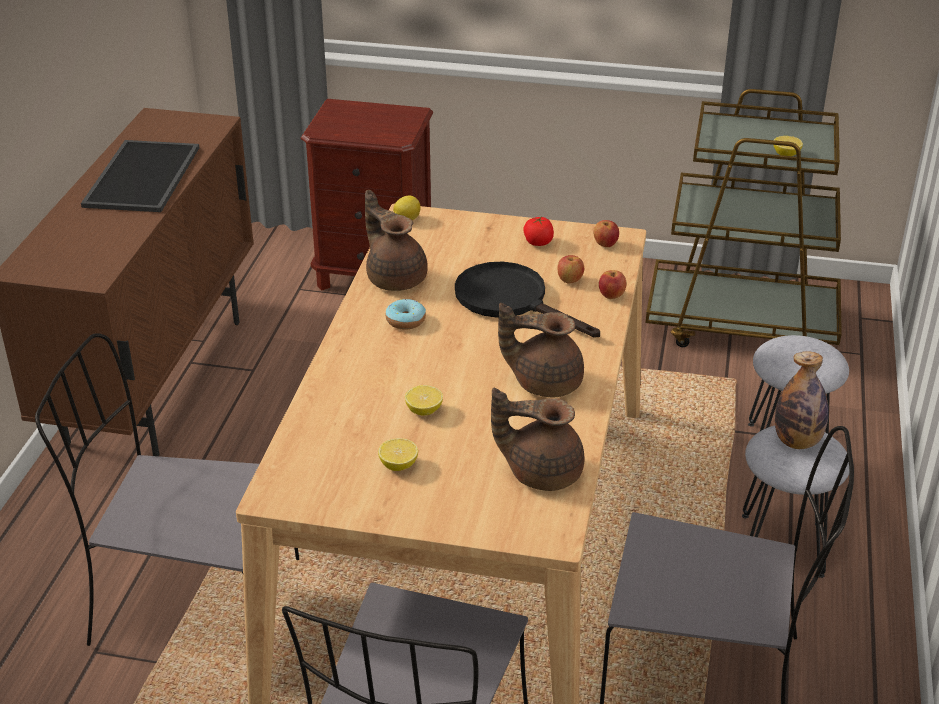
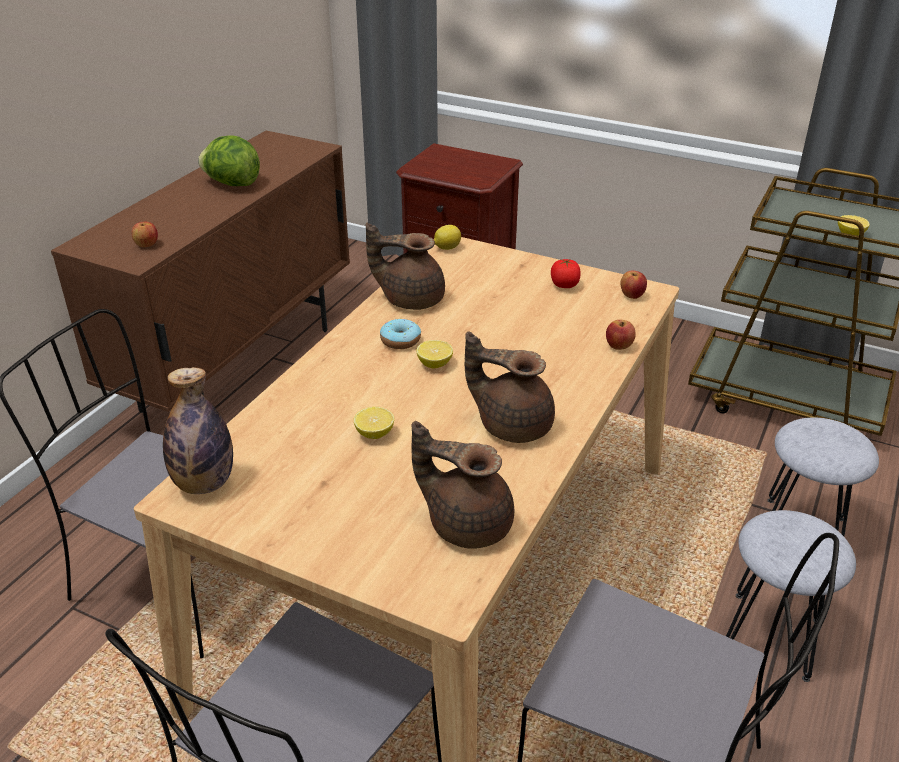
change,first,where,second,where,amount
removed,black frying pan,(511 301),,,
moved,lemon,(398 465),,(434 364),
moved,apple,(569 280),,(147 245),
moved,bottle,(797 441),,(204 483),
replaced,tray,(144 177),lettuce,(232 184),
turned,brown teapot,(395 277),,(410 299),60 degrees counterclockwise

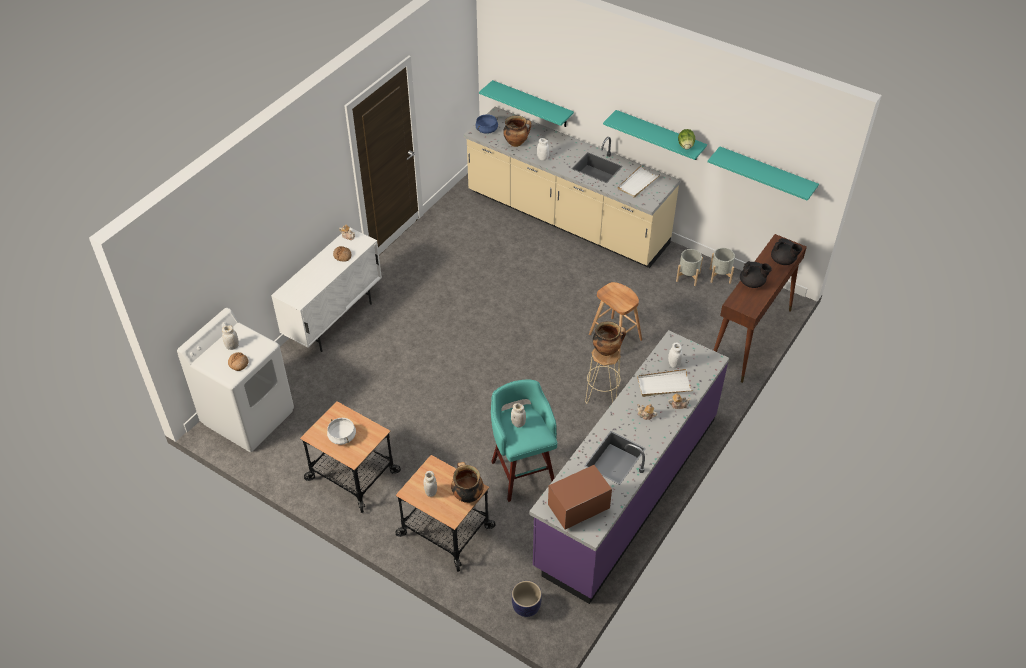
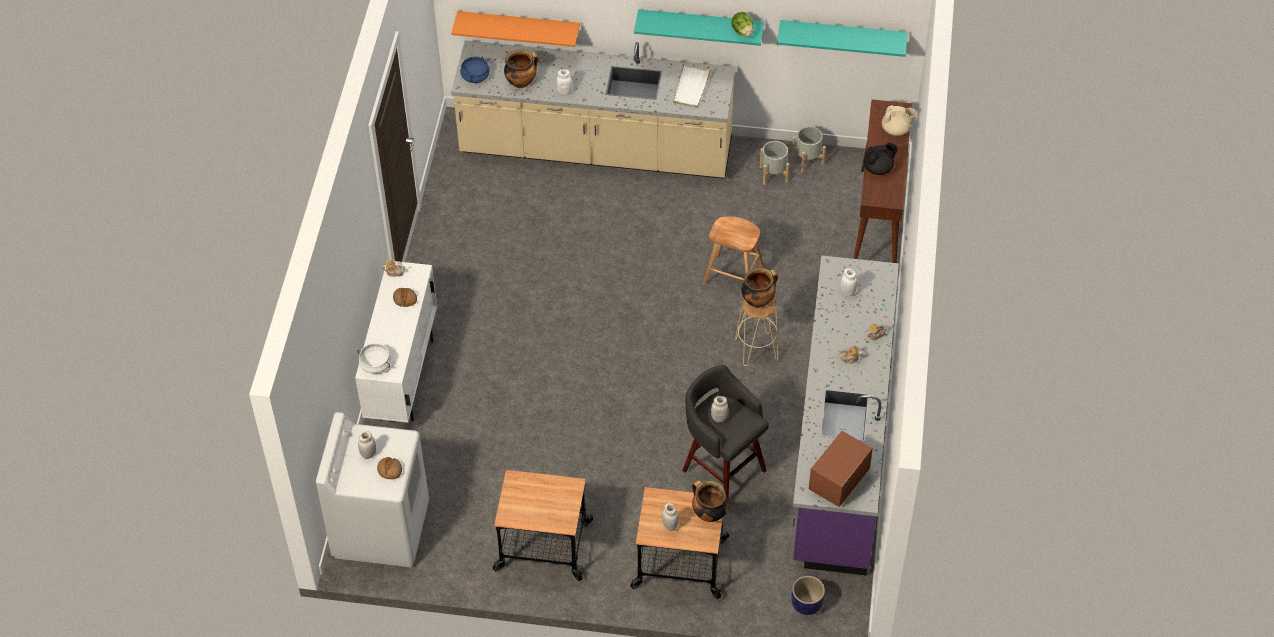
change,first,where,second,where,amount
removed,white tray,(663 385),,,
moved,white cooking pot,(342 436),,(375 364),
recoloured,turquoise shelf,(532 104),orange shelf,(519 26),
recoloured,turquoise stool,(522 472),grey stool,(722 468),
recoloured,black teapot,(783 261),beige teapot,(896 130),

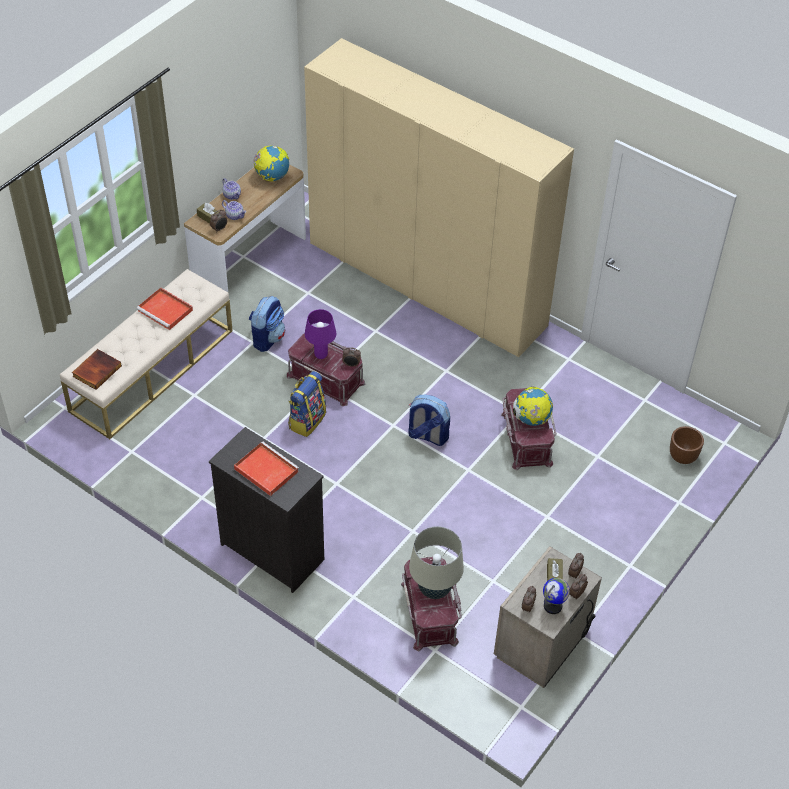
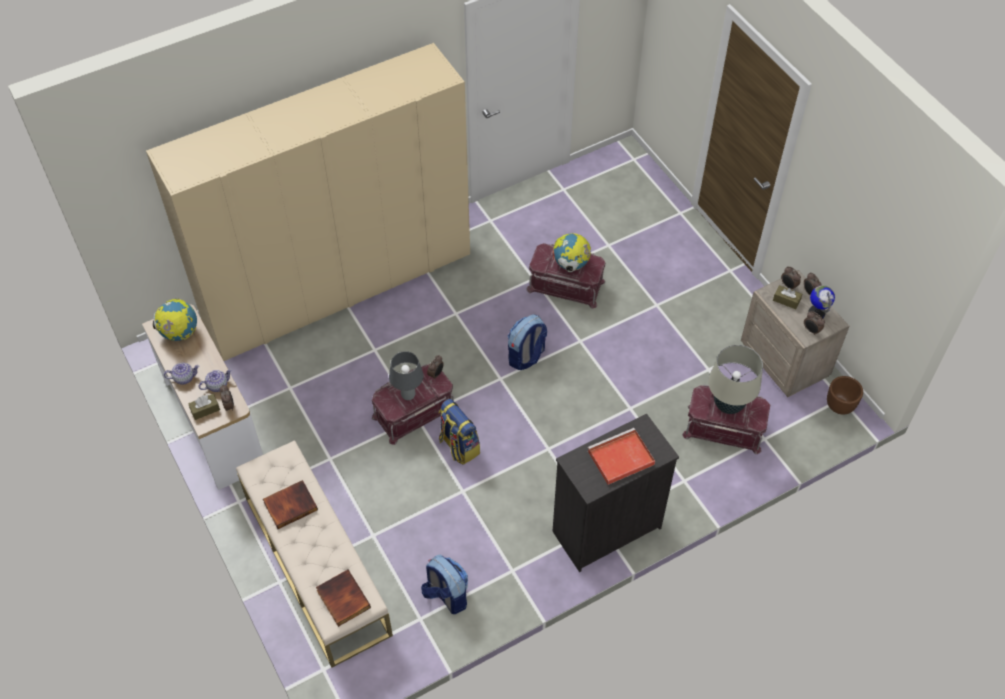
change,first,where,second,where,amount
moved,backpack,(267 338),,(446 595),
moved,brown planter,(683 457),,(840 406),
replaced,red tray,(166 310),book,(290 505),
recoloured,purple table lamp,(321 355),grey table lamp,(408 395),

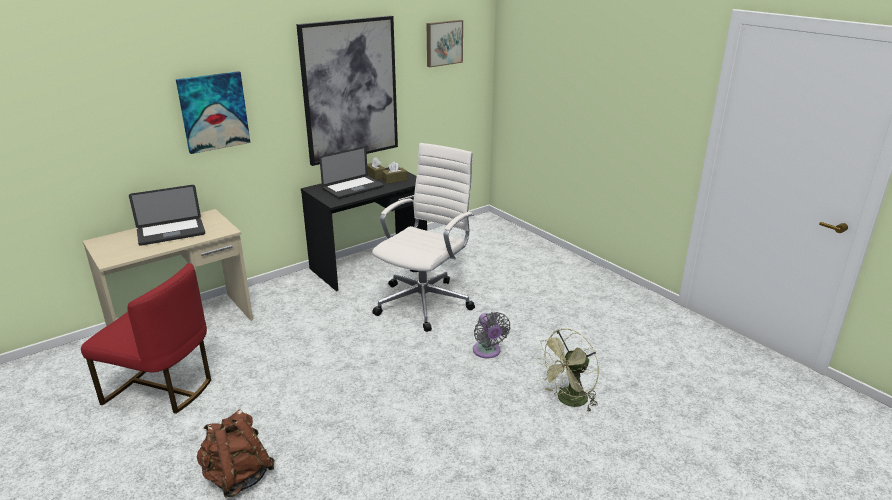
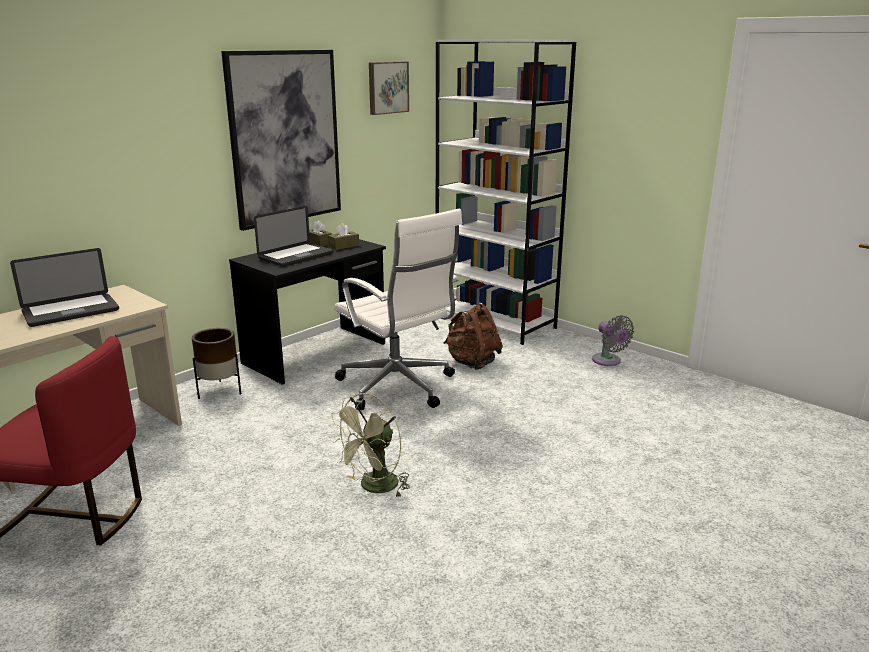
change,first,where,second,where,amount
removed,picture,(213 112),,,
added,,,brown planter,(220 391),
added,,,white bookcase,(495 322),
moved,brown backpack,(238 477),,(472 363),
moved,grey fan,(487 352),,(608 361),
moved,green fan,(568 401),,(374 488),
turned,white office chair,(425 302),,(398 387),120 degrees clockwise

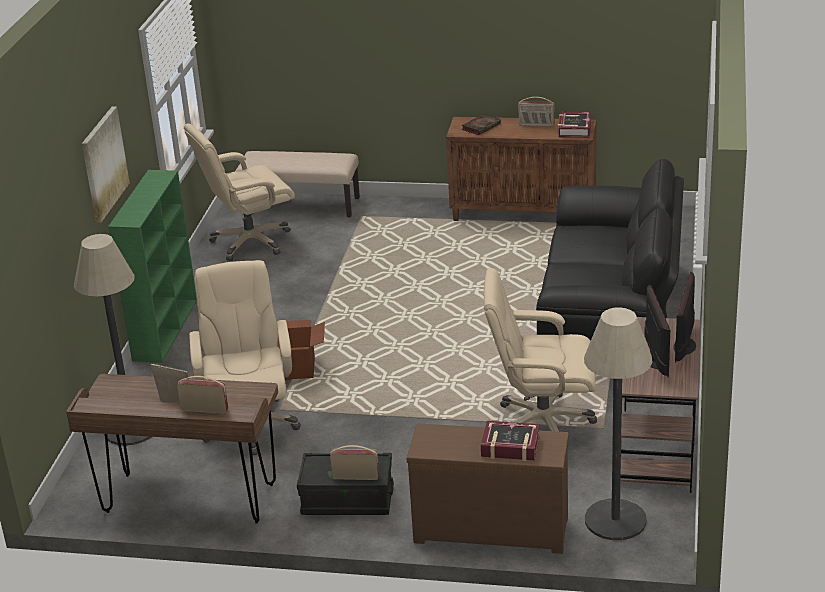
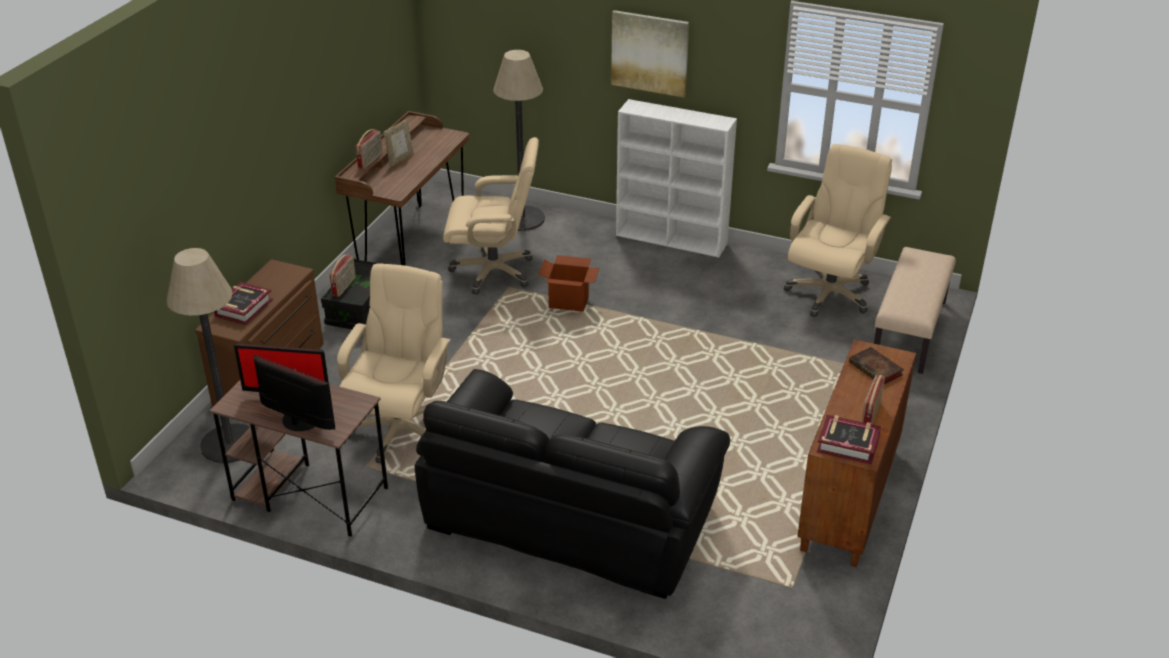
change,first,where,second,where,amount
recoloured,green bookcase,(165 329),white bookcase,(672 239),
turned,beige office chair,(250 242),,(829 293),45 degrees clockwise

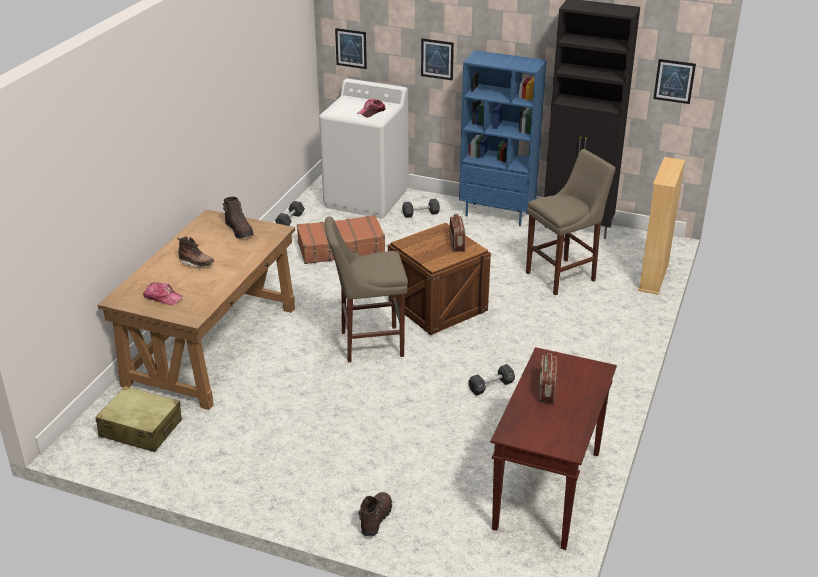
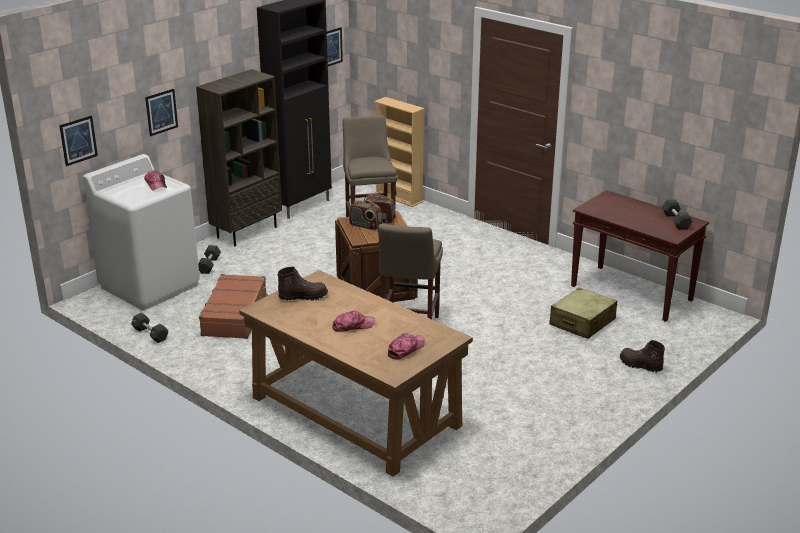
change,first,where,second,where,amount
moved,beige suitcase,(141 429),,(582 322),
moved,black dumbbell,(491 386),,(676 221),
moved,radio,(546 390),,(365 226),
replaced,brown boot,(196 264),cap,(353 326),
recoloured,blue bookcase,(497 214),brown bookcase,(247 232),

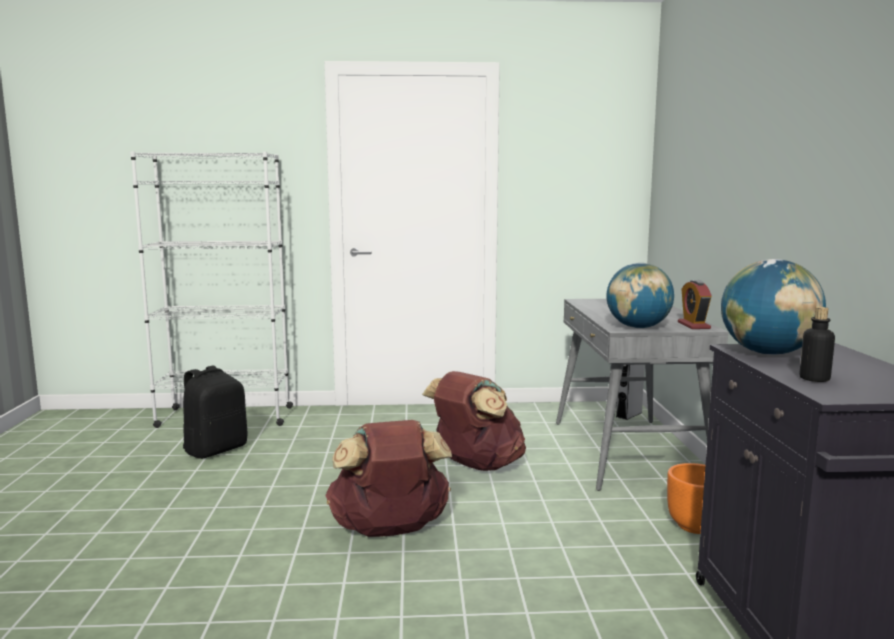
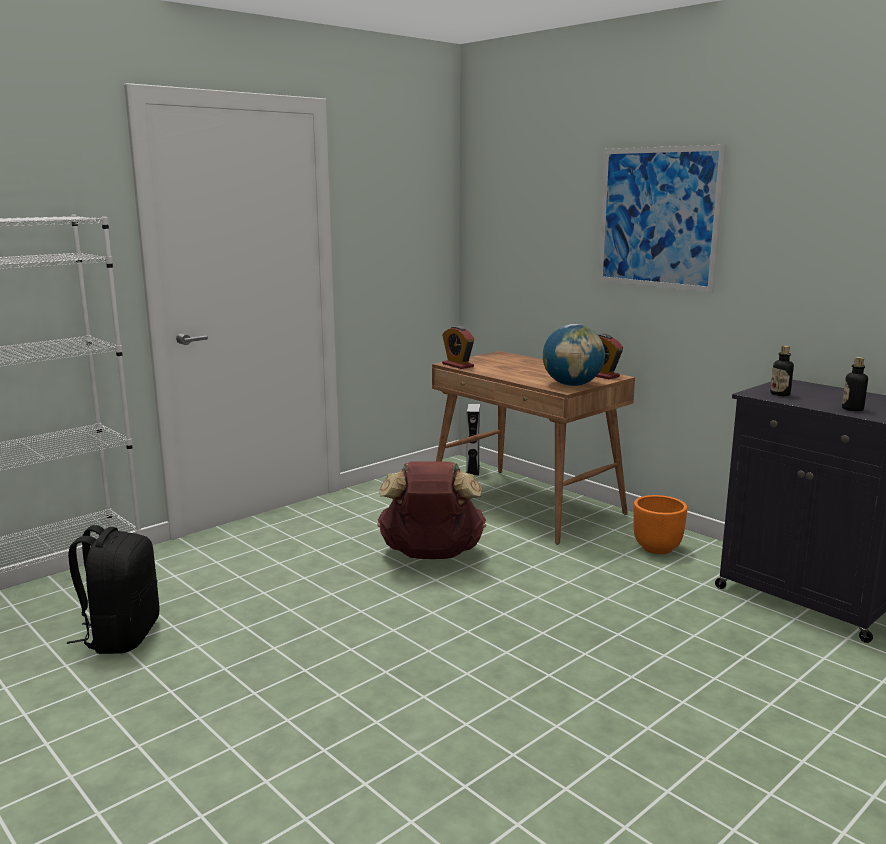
change,first,where,second,where,amount
removed,brown backpack,(390 531),,,
added,,,alarm clock,(458 365),
added,,,picture,(658 218),
replaced,globe,(768 353),bottle,(780 394),
recoloured,grey desk,(629 452),brown desk,(527 504),

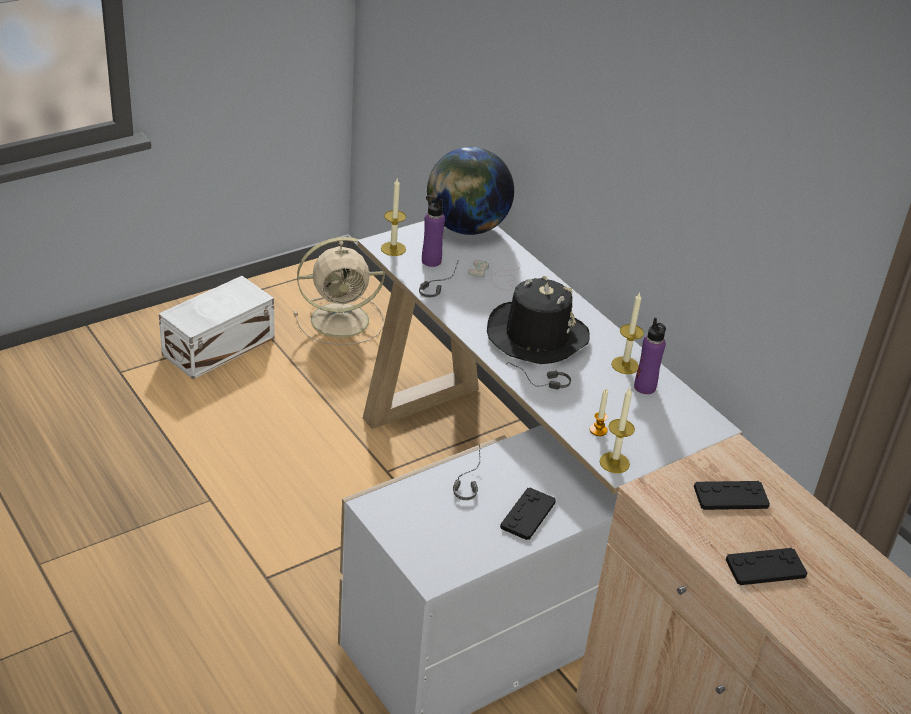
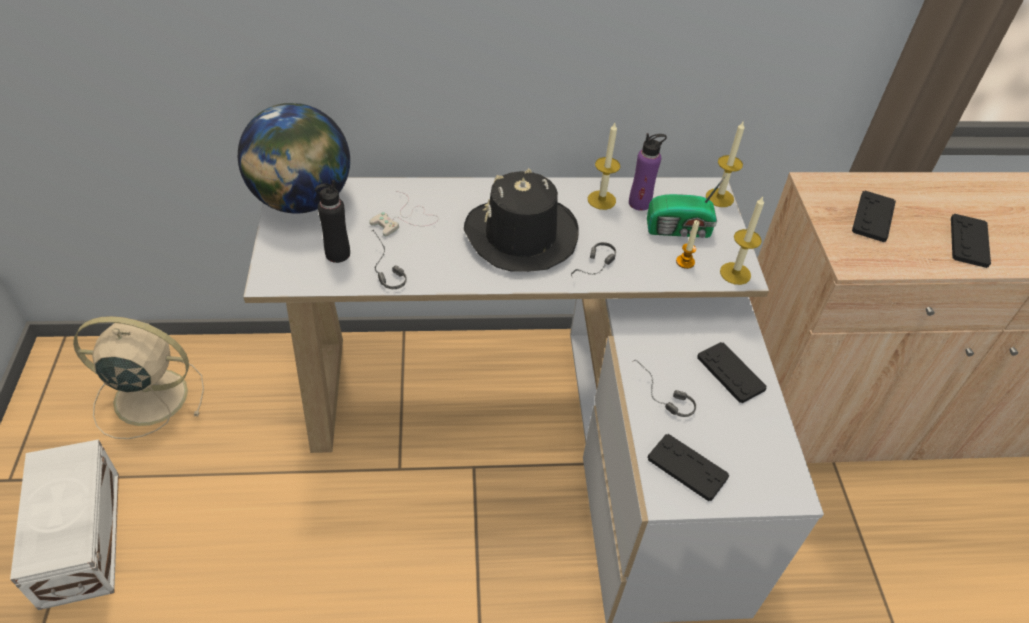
change,first,where,second,where,amount
added,,,radio,(680 230),
added,,,black game controller,(687 468),
moved,candle,(393 249),,(719 198),
recoloured,purple bottle,(431 261),black bottle,(337 254),
turned,beige fan,(342 320),,(147 396),105 degrees counterclockwise

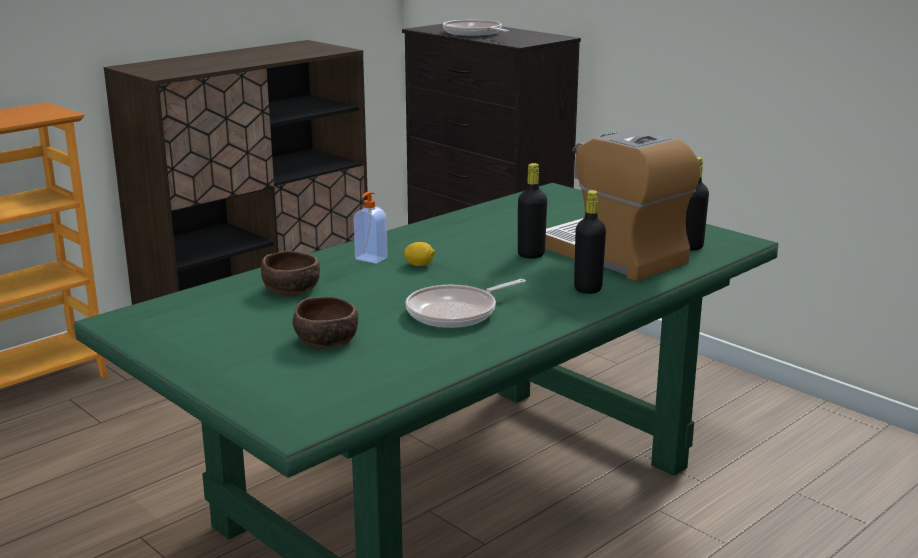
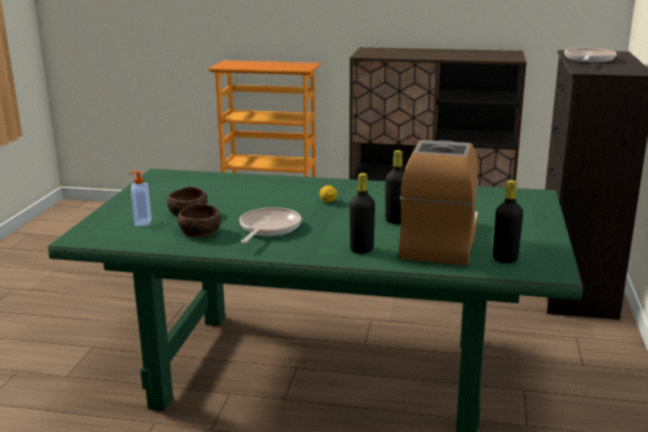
change,first,where,second,where,amount
moved,brown bowl,(293 289),,(201 233),
moved,soap dispenser,(370 259),,(142 222),
turned,frying pan,(456 312),,(268 228),90 degrees clockwise

